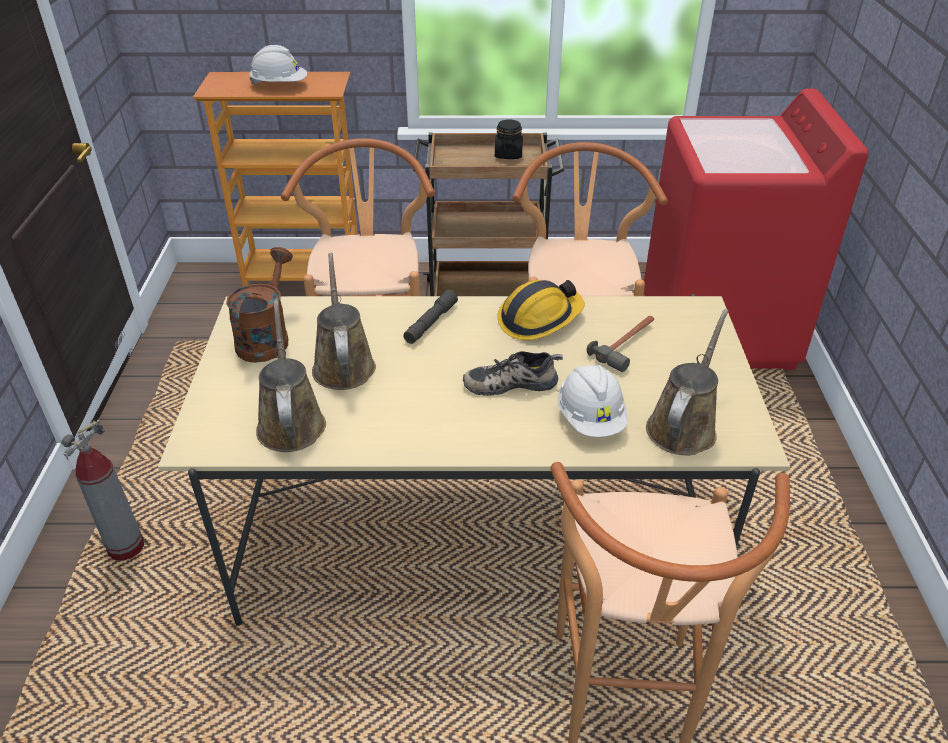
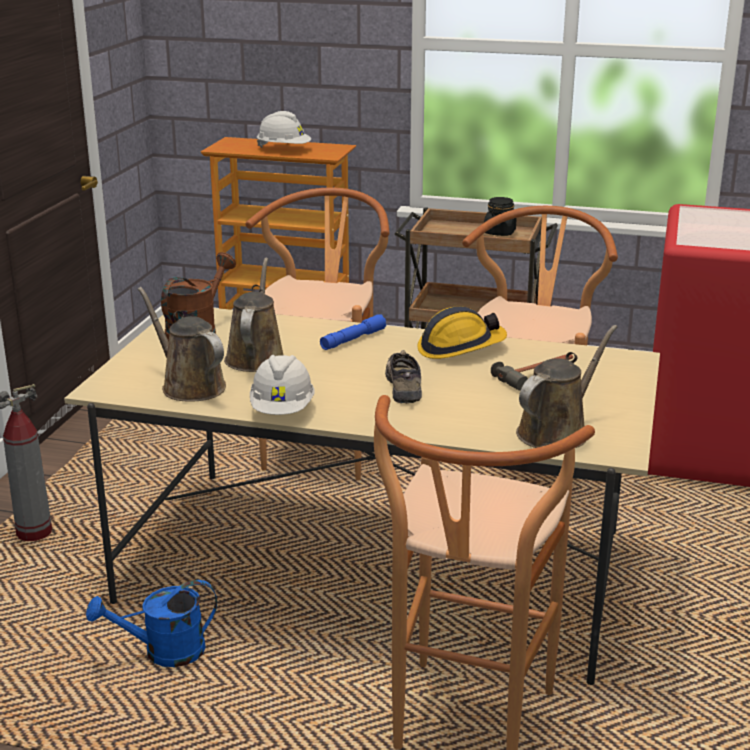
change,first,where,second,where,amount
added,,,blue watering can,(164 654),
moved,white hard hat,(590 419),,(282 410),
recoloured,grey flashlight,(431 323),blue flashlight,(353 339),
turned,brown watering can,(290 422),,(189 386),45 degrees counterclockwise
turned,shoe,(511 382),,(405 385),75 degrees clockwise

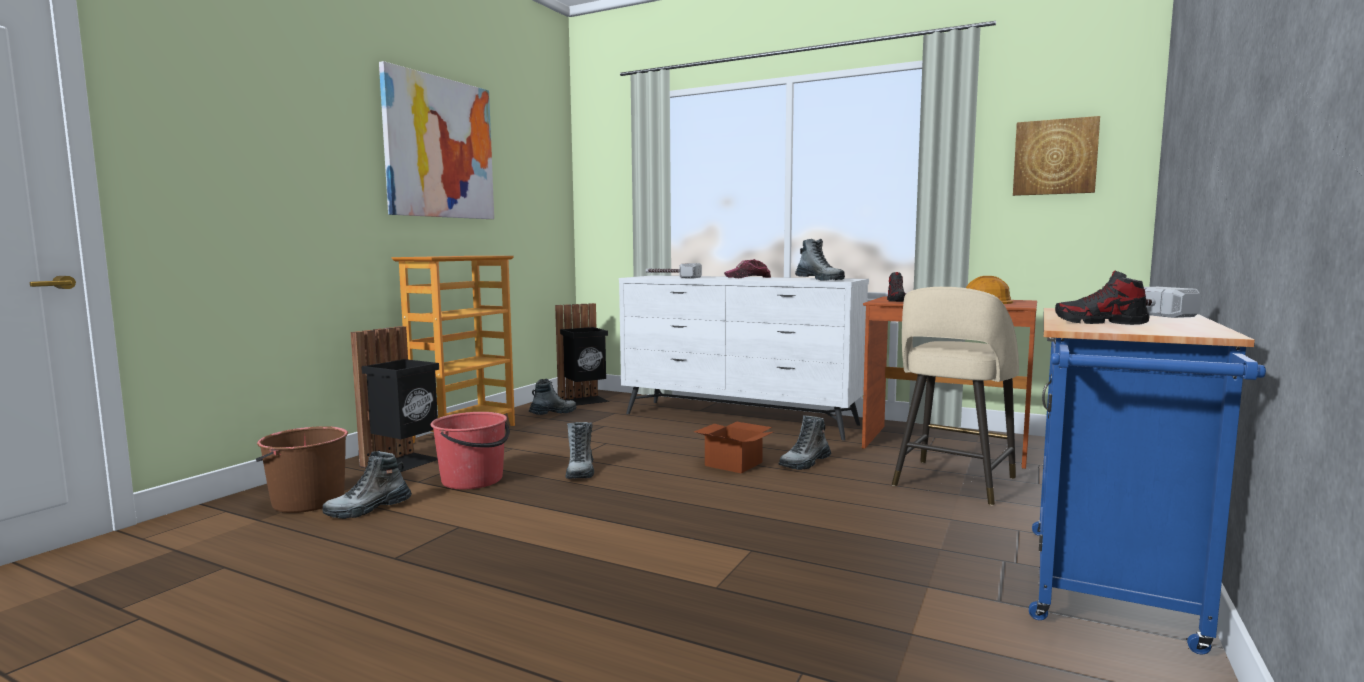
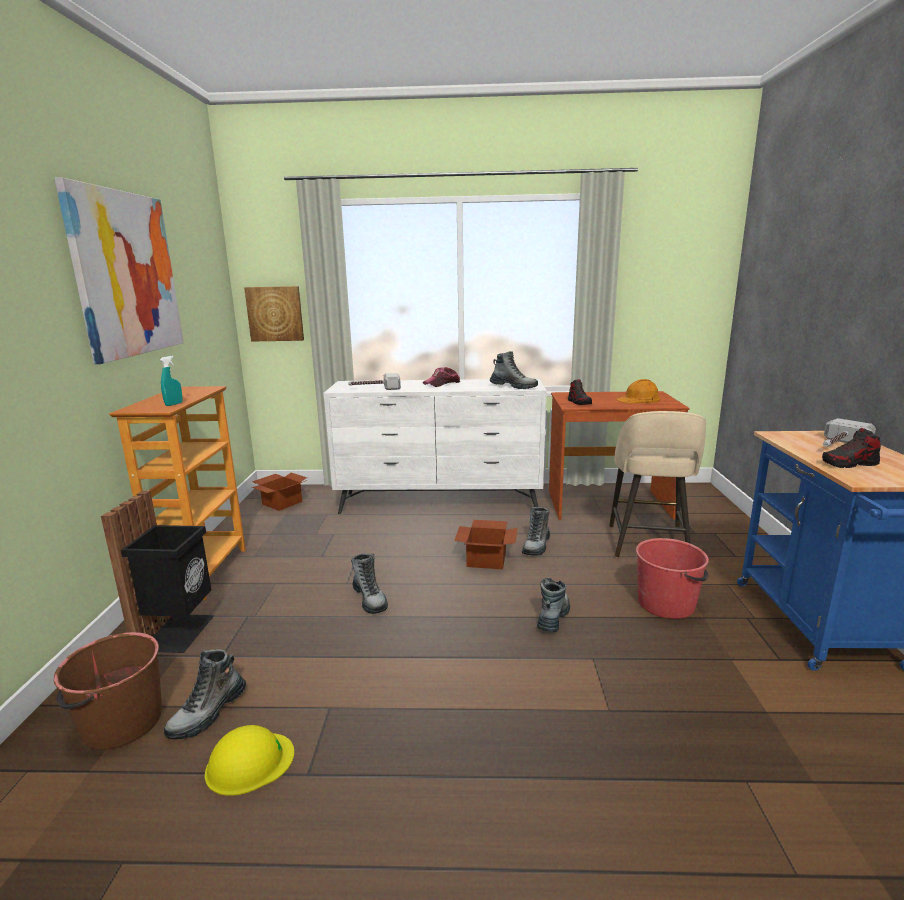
change,first,where,second,where,amount
added,,,turquoise spray bottle,(174 404),
added,,,yellow hard hat,(249 762),
moved,red bucket,(473 480),,(667 604),
moved,boot,(553 413),,(553 617),
moved,picture,(1055 157),,(275 314),
replaced,black trash can,(584 400),cardboard box,(282 502),

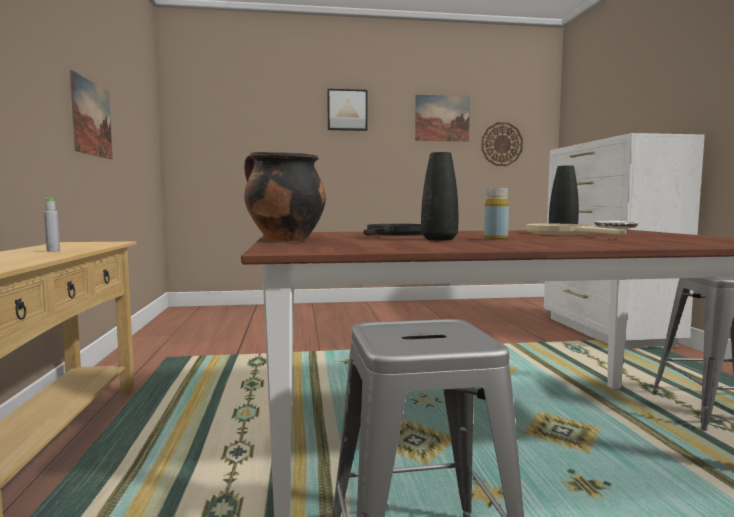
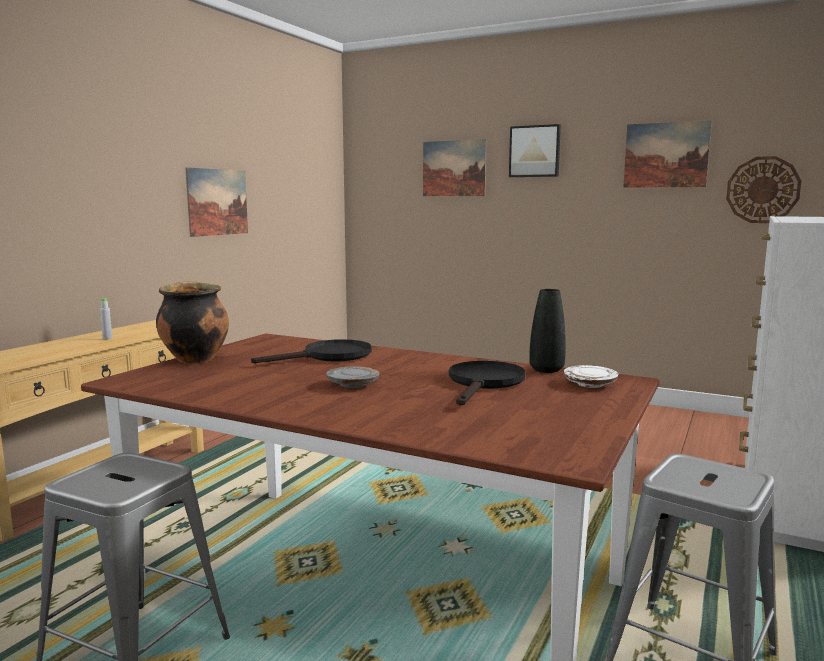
change,first,where,second,where,amount
removed,black vase,(439 239),,,
added,,,picture,(454 168),
replaced,yellow bottle,(495 238),grey plate,(353 384),
recoloured,beige frying pan,(565 234),black frying pan,(484 383),

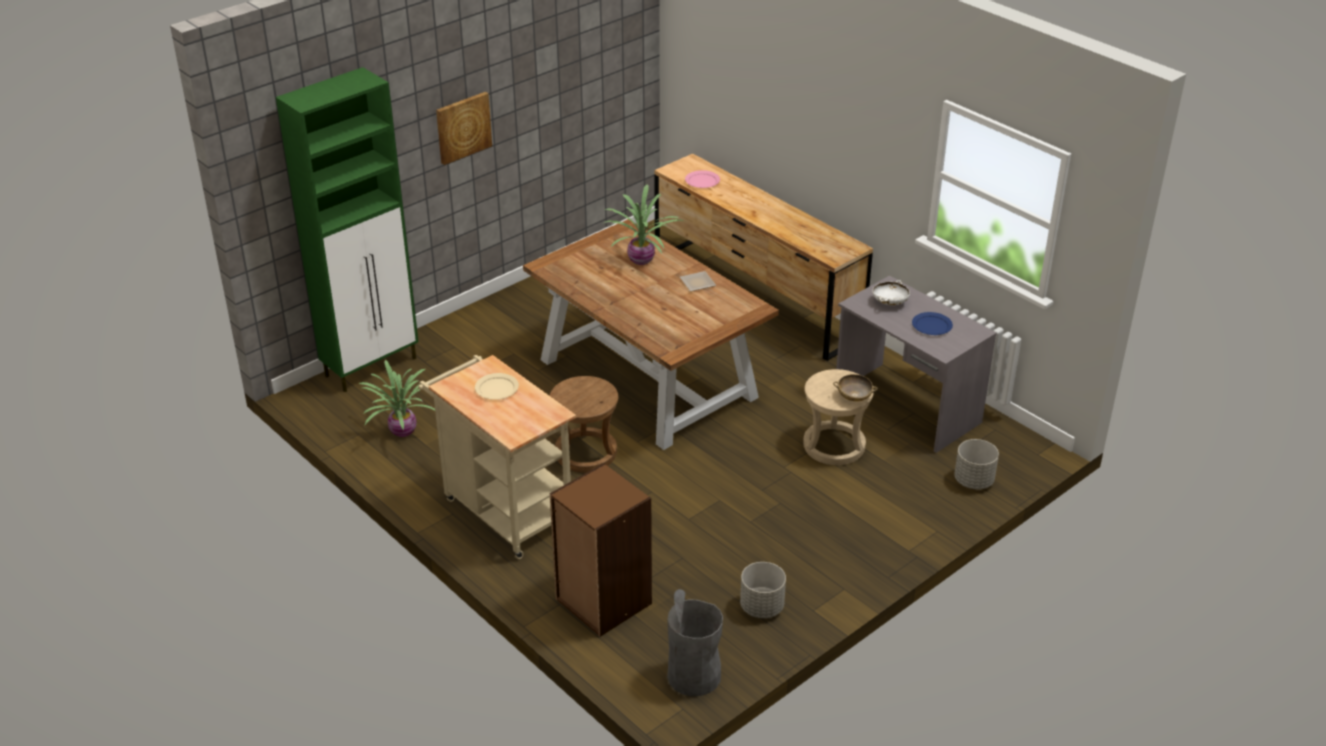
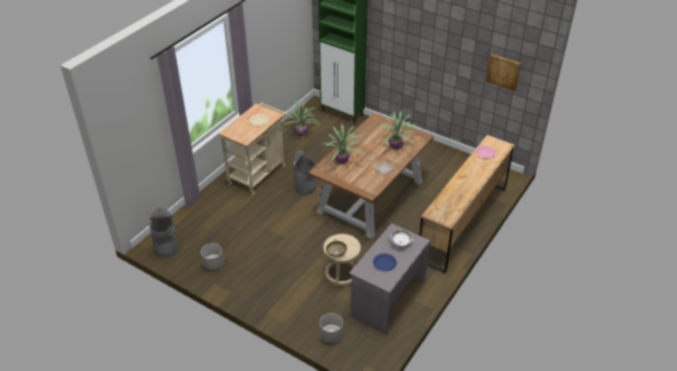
change,first,where,second,where,amount
removed,brown bookcase,(602 602),,,
added,,,potted plant,(342 161),
moved,picture,(463 127),,(503 72),
replaced,brown stool,(585 453),grey trash can,(305 188),

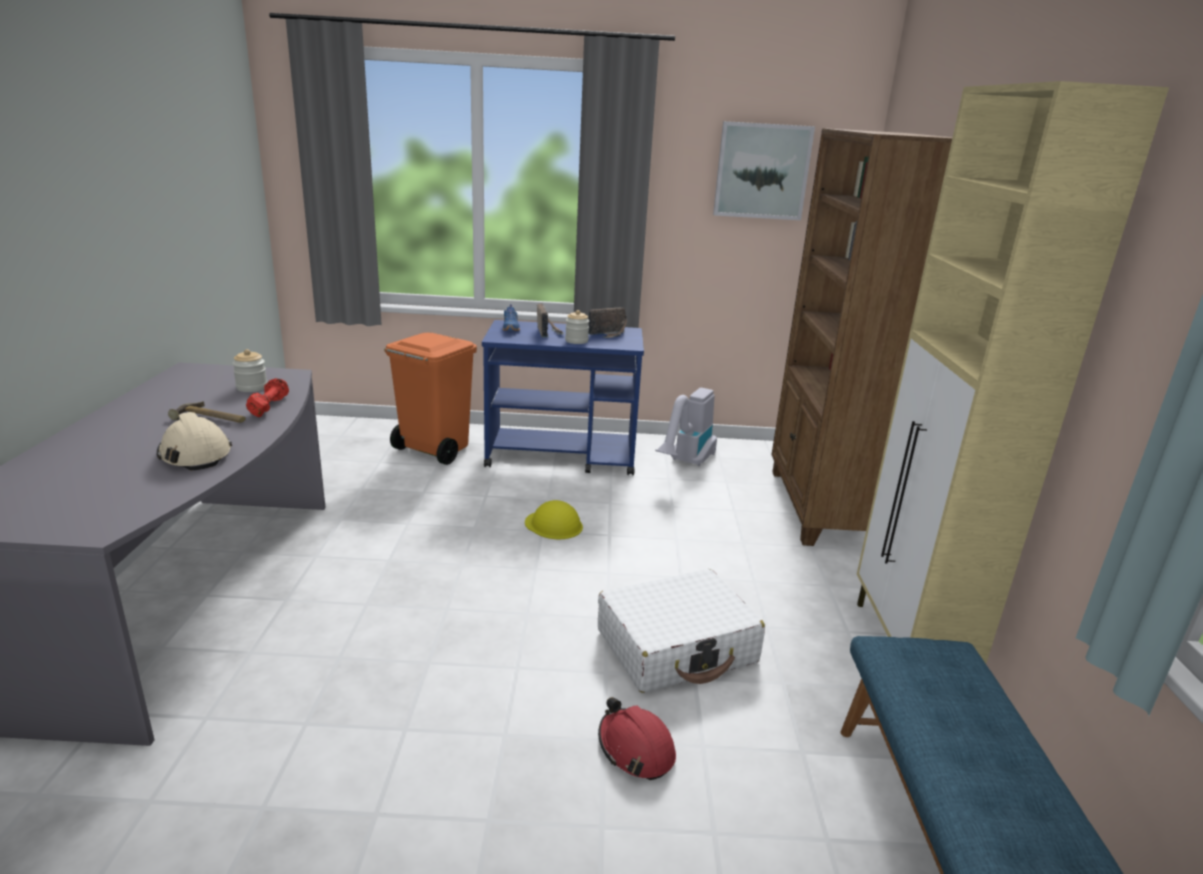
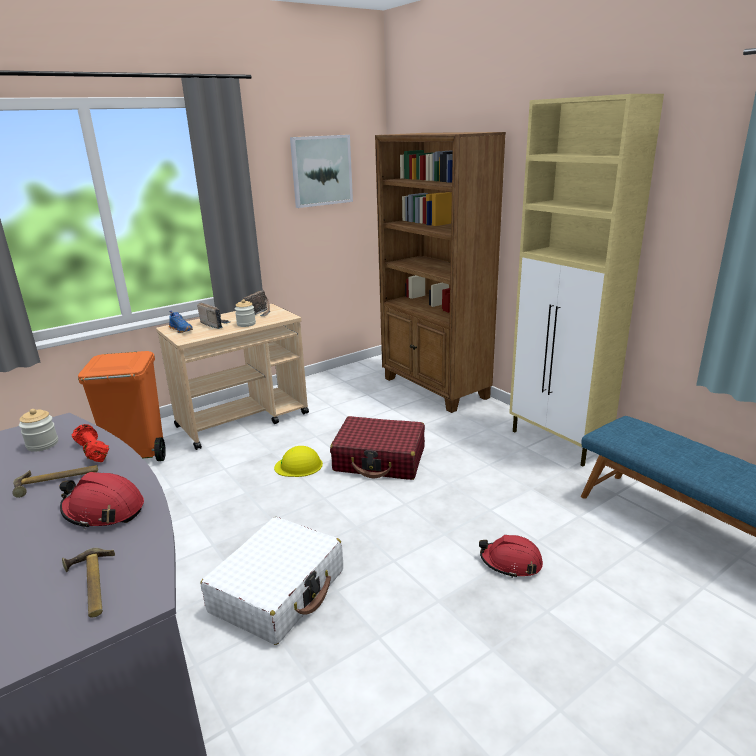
change,first,where,second,where,amount
removed,vacuum cleaner,(686 463),,,
added,,,hammer,(89 587),
added,,,red suitcase,(380 459),
moved,white suitcase,(677 646),,(278 591),
recoloured,beige hard hat,(195 454),red hard hat,(103 511),
recoloured,blue cart,(562 456),beige cart,(243 420),

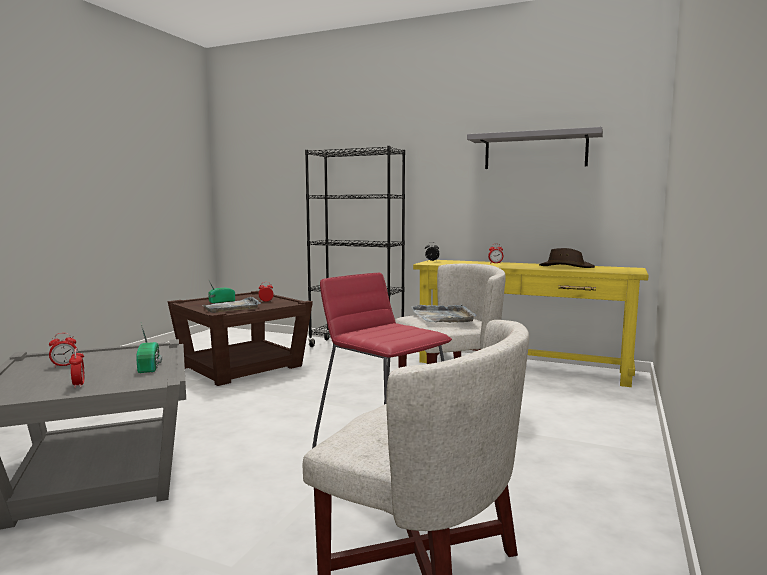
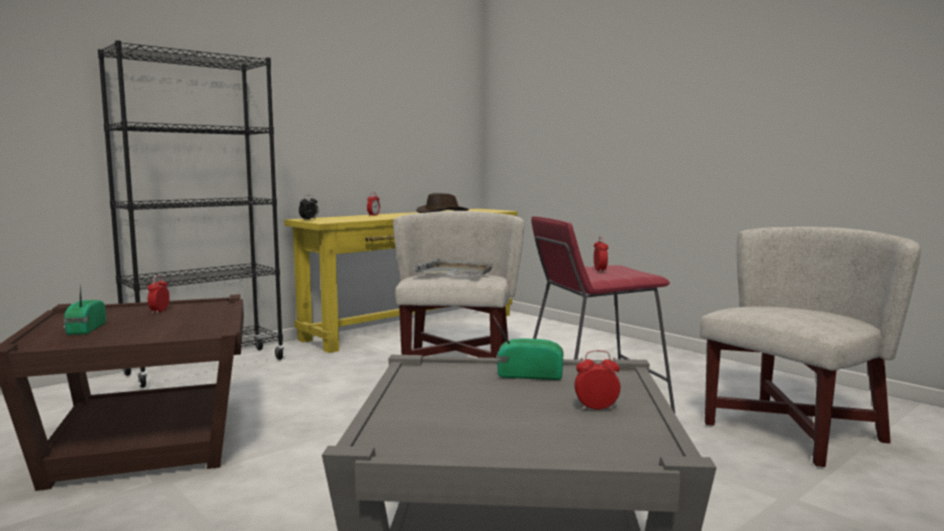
change,first,where,second,where,amount
removed,grey tray,(232 307),,,
removed,grey shelf,(535 151),,,
moved,alarm clock,(64 365),,(600 271),

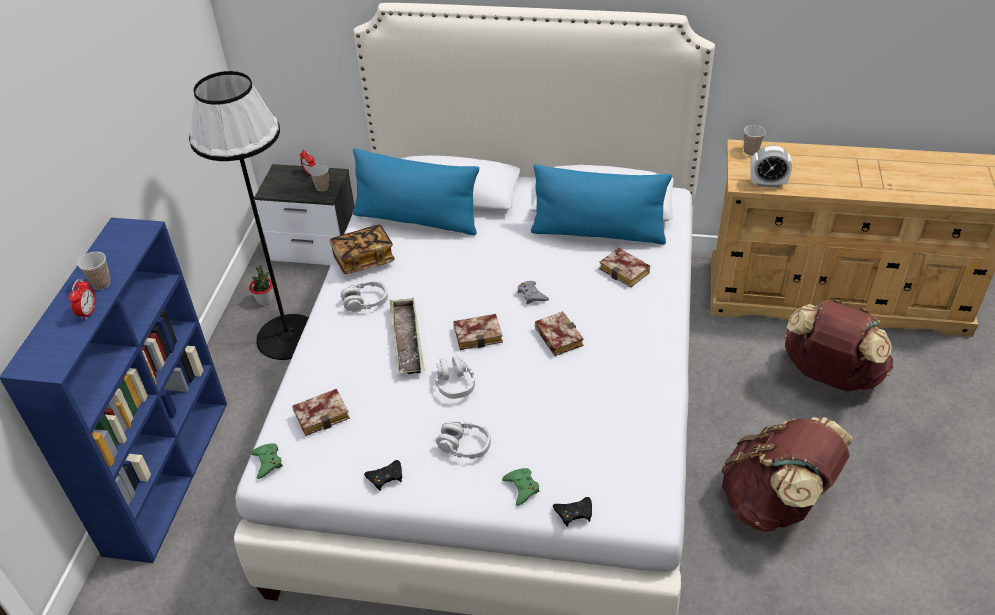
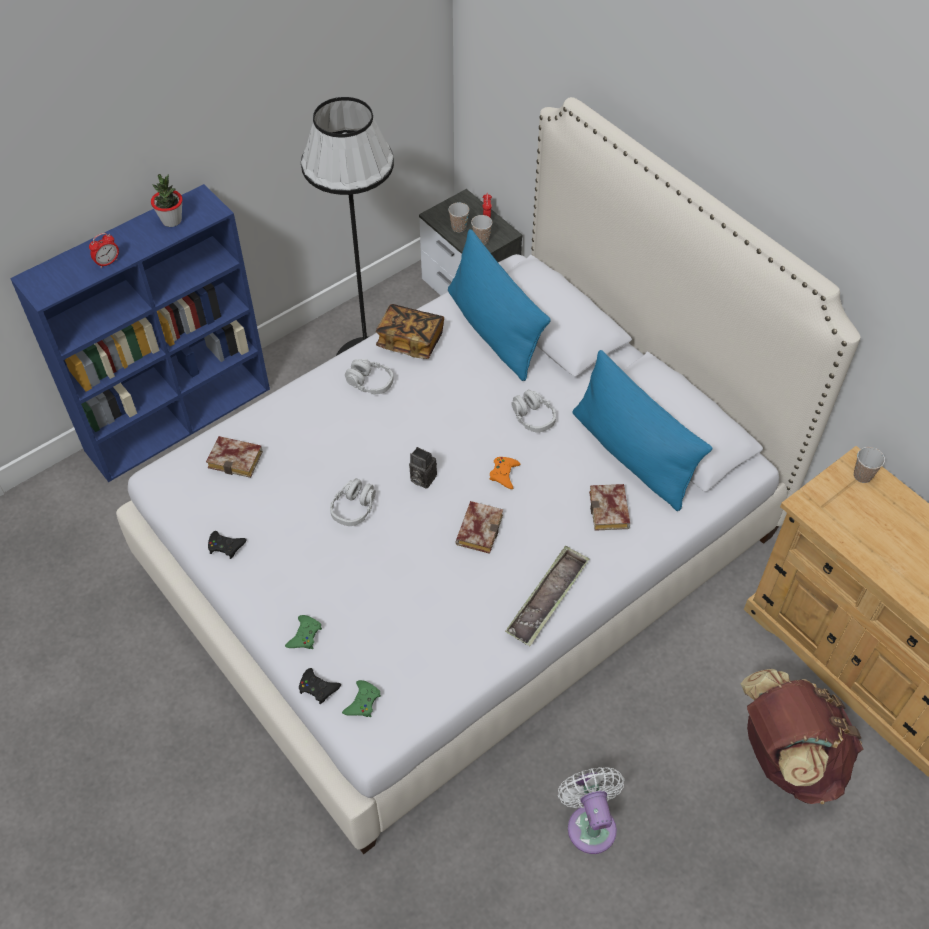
change,first,where,second,where,amount
removed,alarm clock,(767 183),,,
moved,cup,(101 283),,(458 227),
moved,potted plant,(265 300),,(172 220),
moved,green game controller,(267 462),,(362 702),
moved,tray,(407 340),,(547 599),
moved,grey headphones,(464 446),,(533 417),
replaced,book,(479 334),photo camera,(421 478),
replaced,brown backpack,(774 503),white fan,(590 823),
recoloured,grey game controller,(532 295),orange game controller,(504 474),

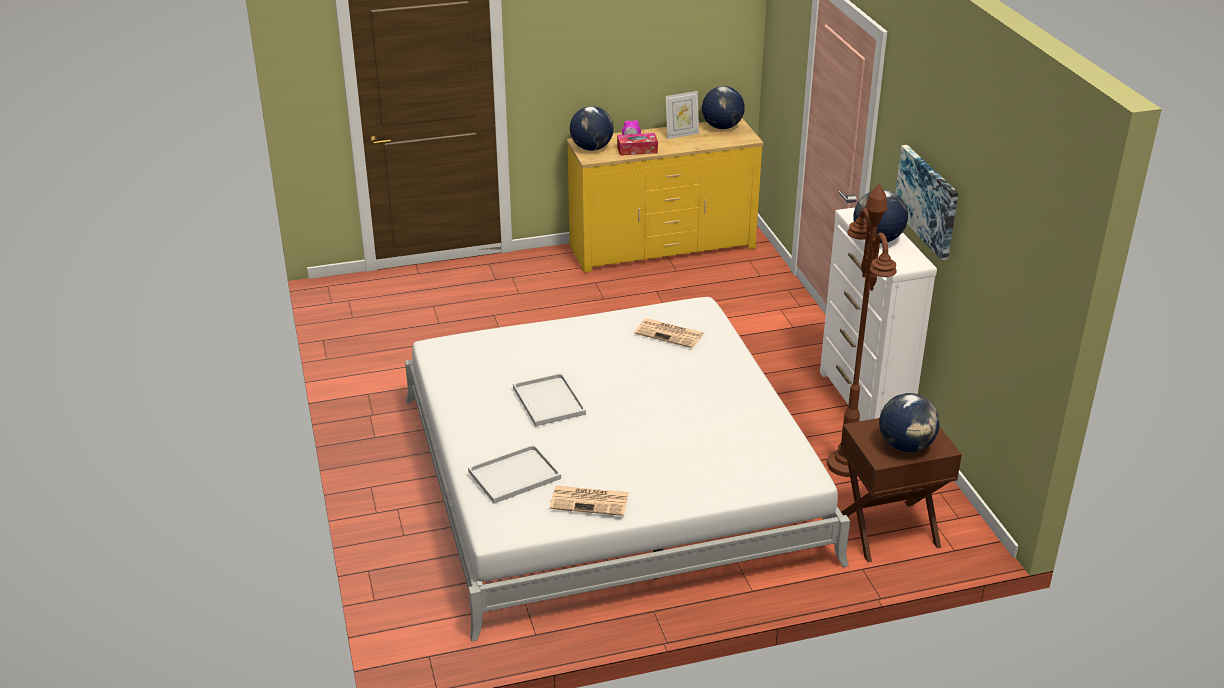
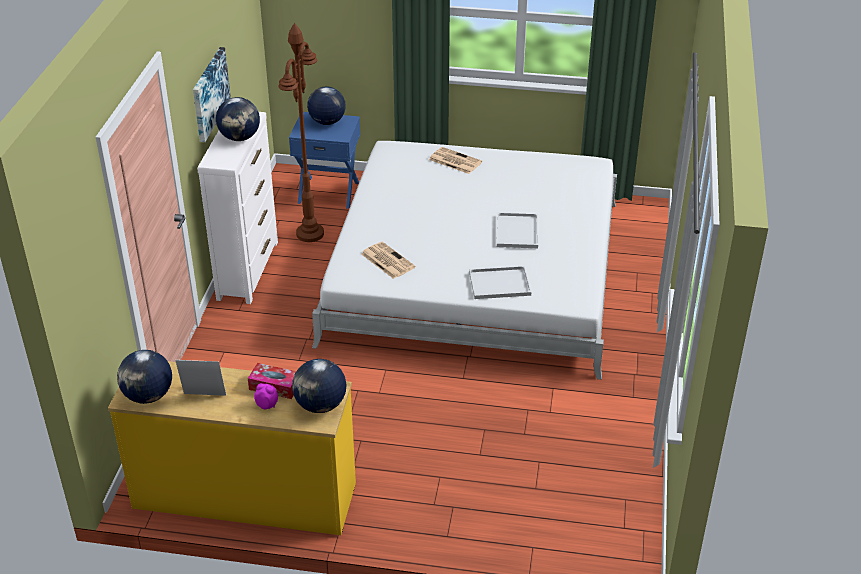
change,first,where,second,where,amount
moved,white tray,(513 476),,(500 283),
moved,newspaper,(590 501),,(454 161),
recoloured,brown nightstand,(889 532),blue nightstand,(329 191),

